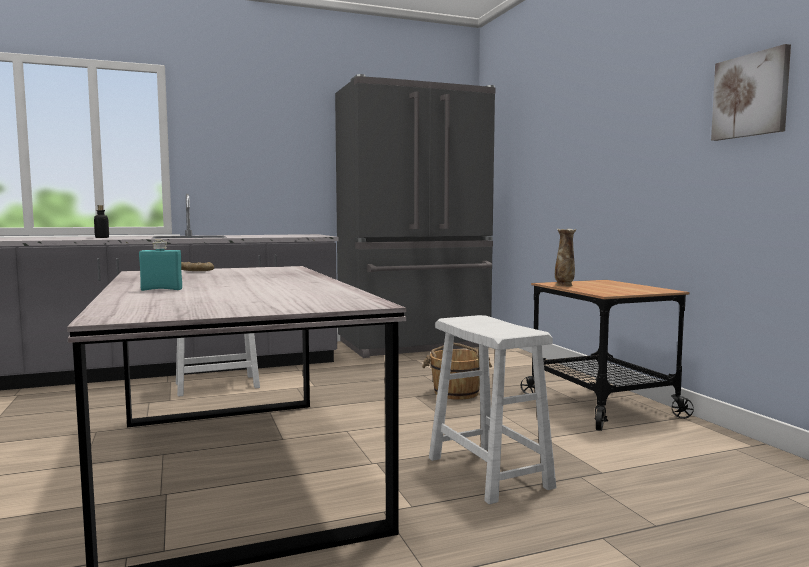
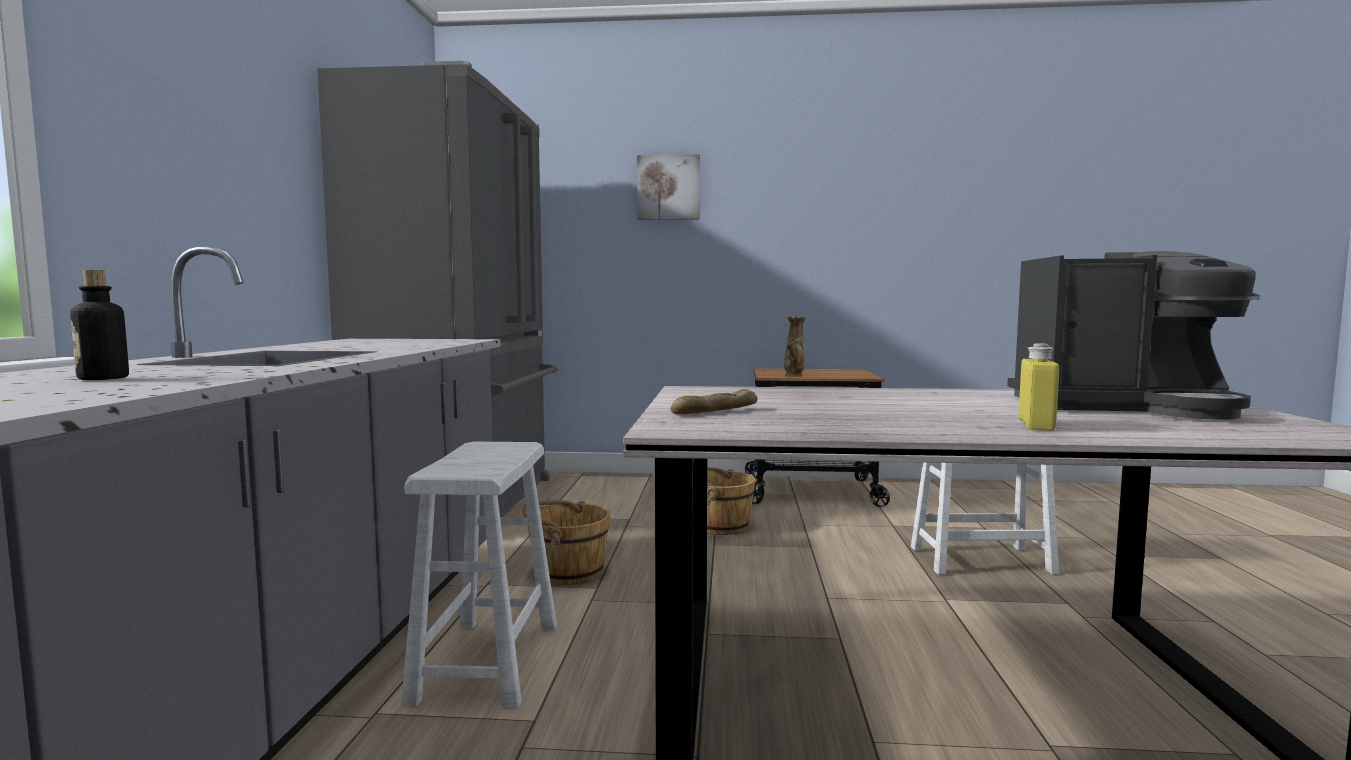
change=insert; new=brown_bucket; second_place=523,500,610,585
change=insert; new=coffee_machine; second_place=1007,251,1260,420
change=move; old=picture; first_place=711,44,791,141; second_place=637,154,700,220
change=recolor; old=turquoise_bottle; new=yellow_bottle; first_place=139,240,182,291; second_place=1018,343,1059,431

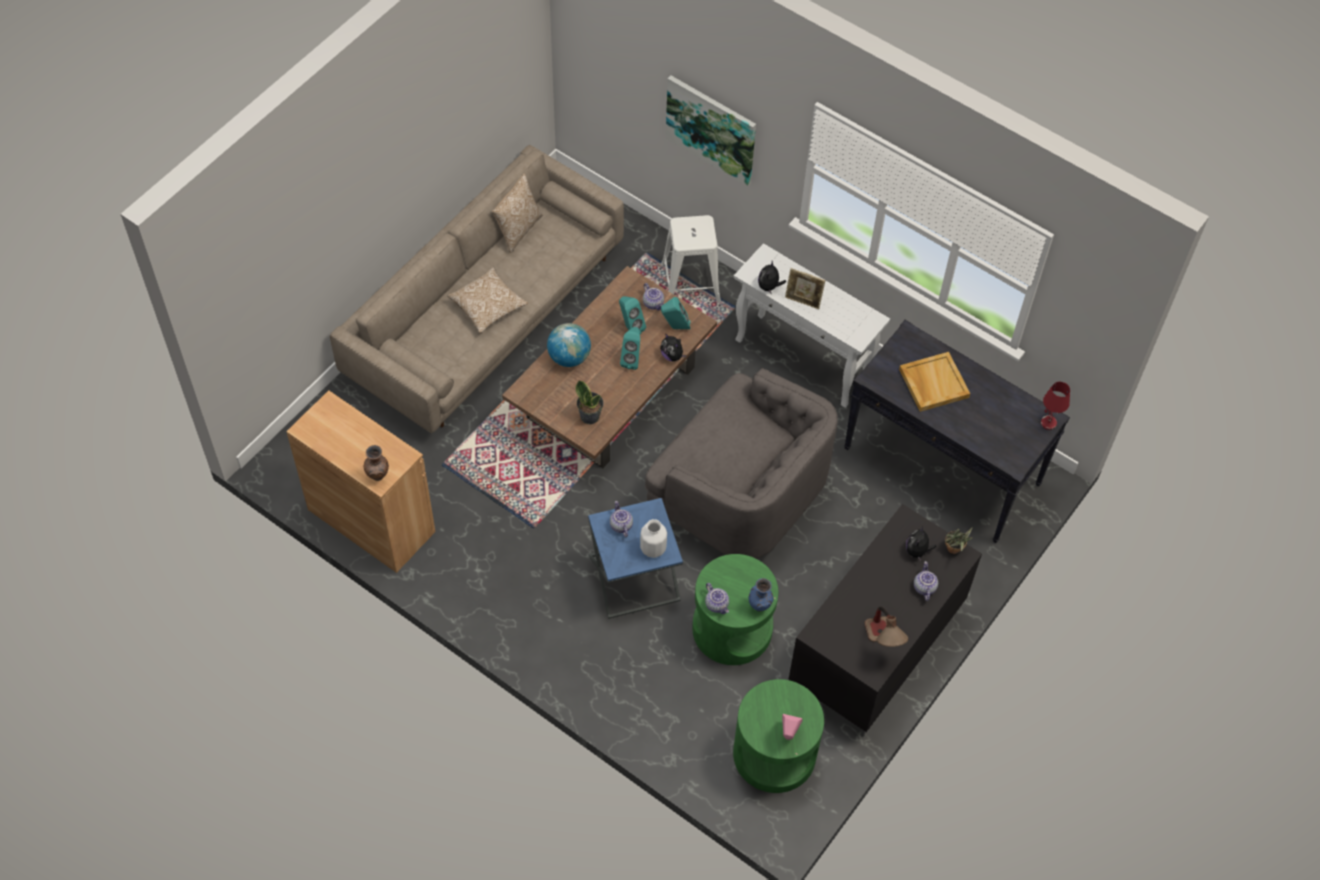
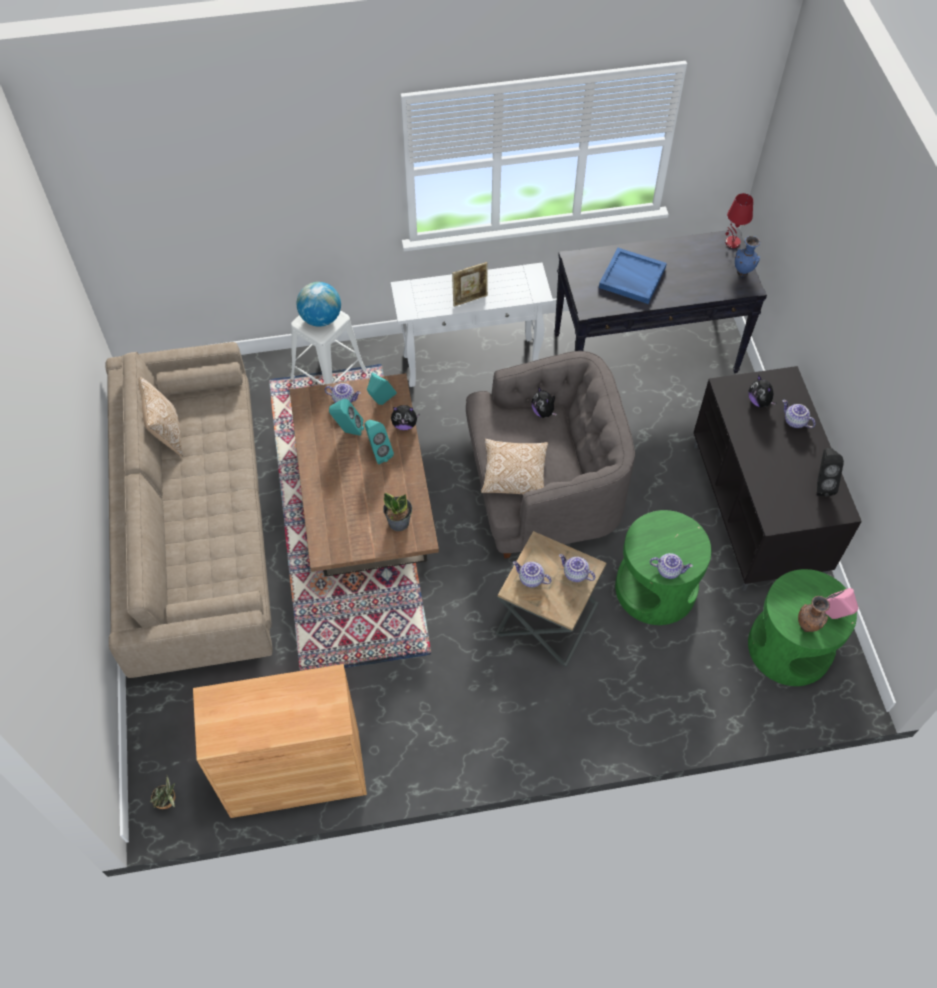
change=delete; old=picture; first_place=666,76,756,186
change=move; old=brown_vase; first_place=364,445,389,481; second_place=798,596,830,632
change=move; old=pillow; first_place=447,267,528,333; second_place=481,439,548,495
change=move; old=globe; first_place=547,323,591,367; second_place=297,282,341,327
change=move; old=blue_vase; first_place=749,578,773,611; second_place=735,236,760,276
change=move; old=plush_toy; first_place=758,261,786,293; second_place=532,386,557,418
change=move; old=potted_plant; first_place=945,527,973,554; second_place=150,775,175,809
change=replace; old=white_vase; new=teapot; first_place=640,519,667,558; second_place=559,554,595,582
change=replace; old=table_lamp; new=black_speaker; first_place=864,606,908,647; second_place=817,448,844,497
change=recolor; old=blue_side_table; new=brown_side_table; first_place=588,498,683,619; second_place=495,531,606,667
change=recolor; old=beige_tray; new=blue_tray; first_place=899,352,970,412; second_place=599,248,667,304

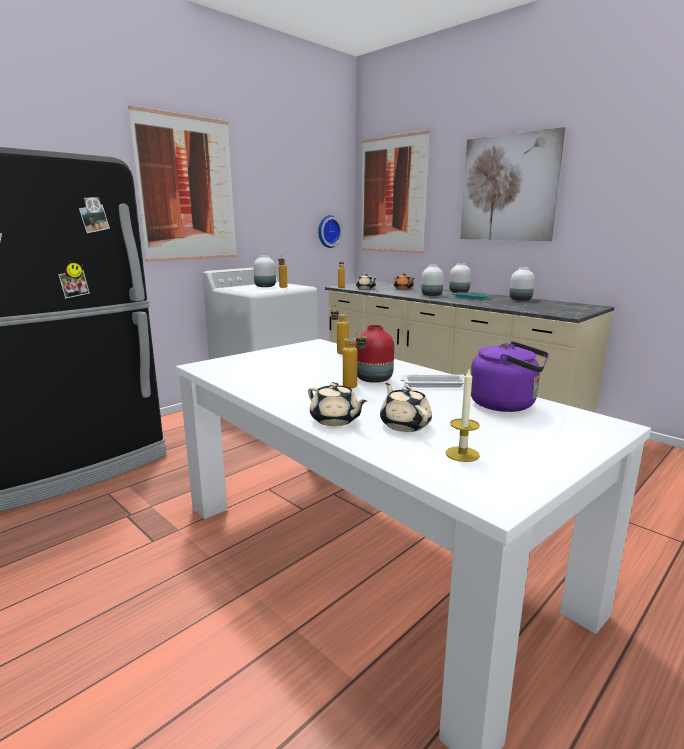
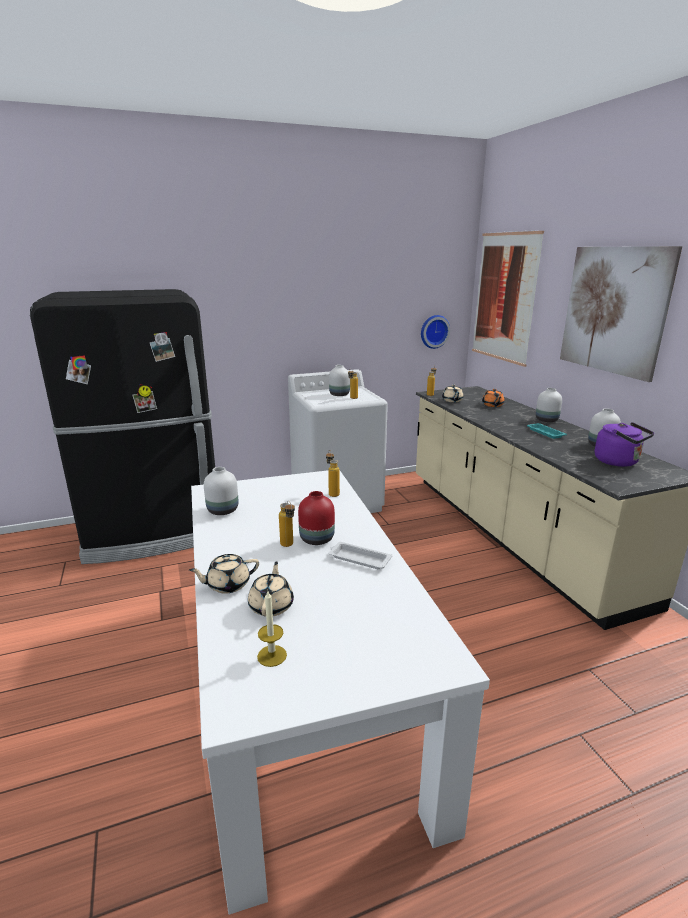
change=delete; old=picture; first_place=128,106,237,262
change=move; old=white_vase; first_place=421,265,444,296; second_place=204,467,239,515
change=move; old=purple_kettle; first_place=471,341,549,412; second_place=595,422,654,467
change=rotate; old=beige_teapot; first_place=308,382,367,426; second_place=189,554,259,594; degrees=90

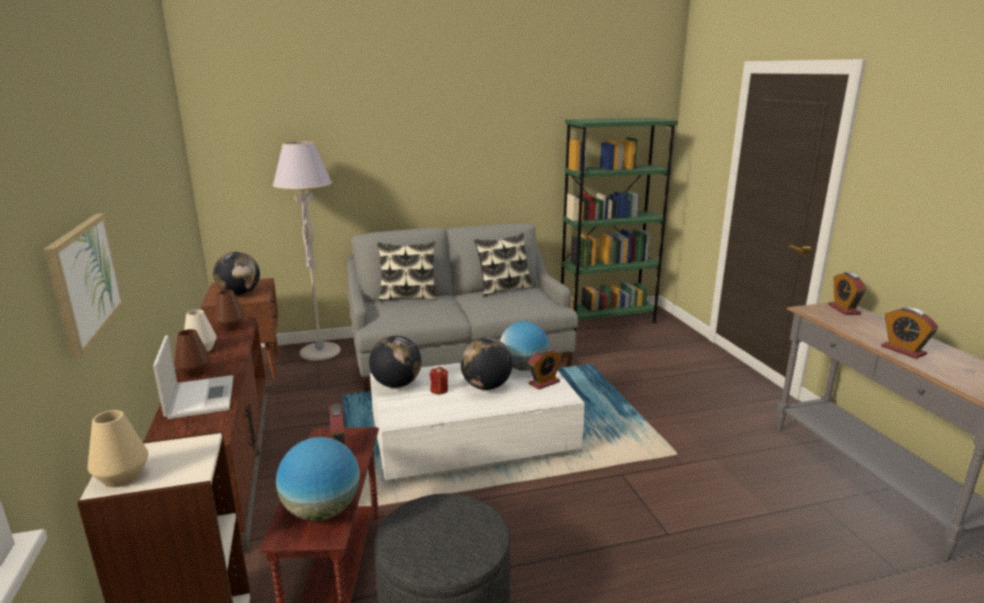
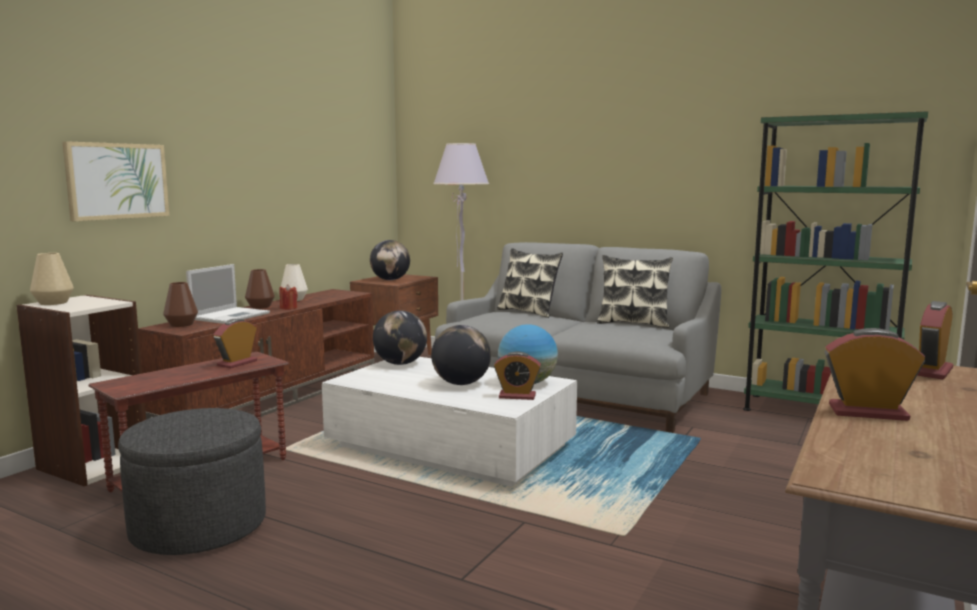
change=delete; old=globe; first_place=276,437,360,521
change=move; old=brown_vase; first_place=214,290,245,331; second_place=163,282,198,327
change=move; old=red_candle; first_place=430,367,448,394; second_place=279,284,298,310
change=rotate; old=alarm_clock; first_place=881,307,938,359; second_place=824,328,925,421; degrees=90

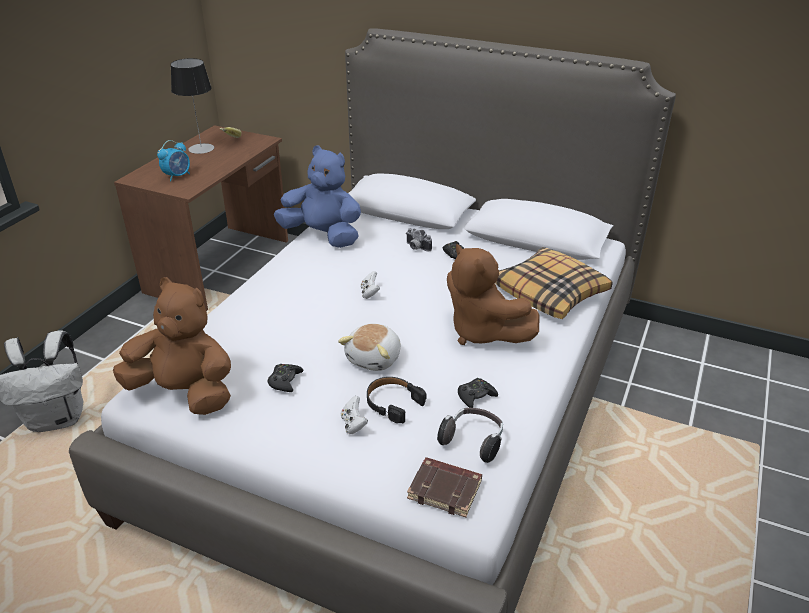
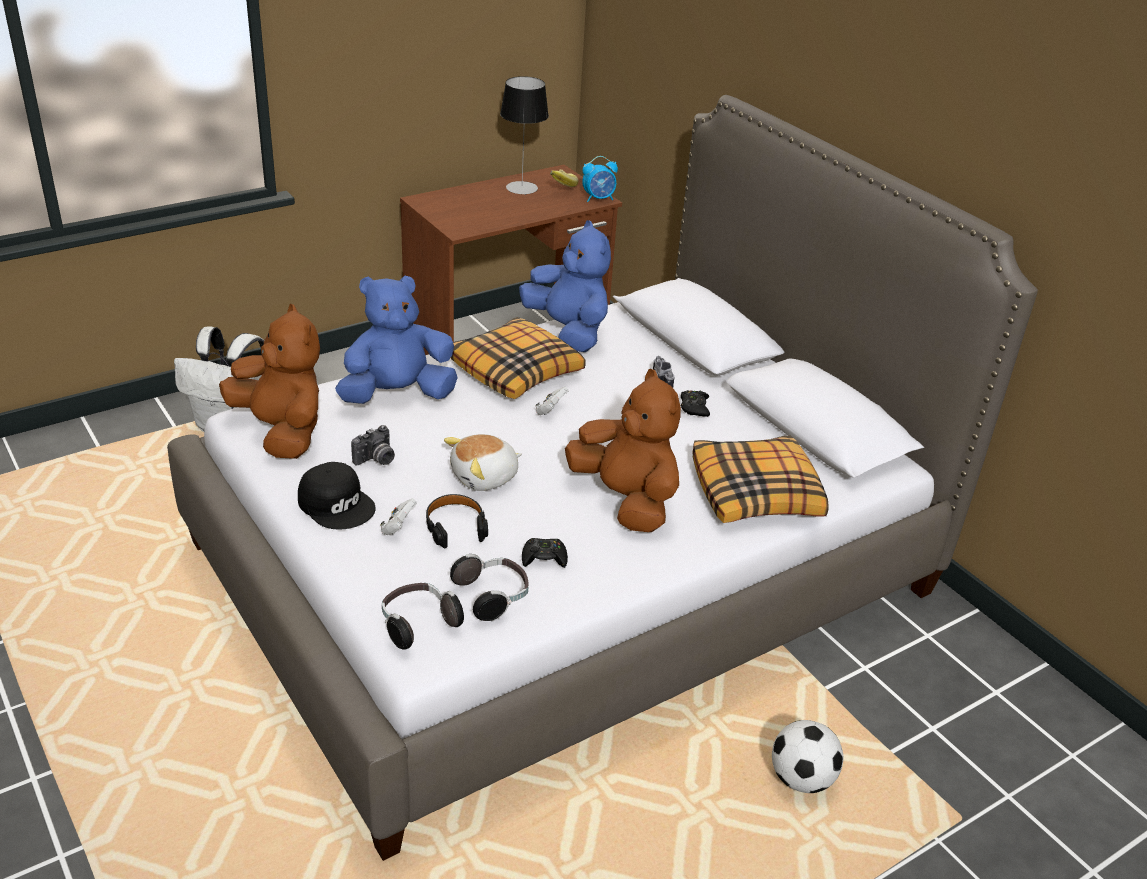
change=insert; new=black_cap; second_place=298,462,375,530
change=insert; new=blue_plush_toy; second_place=335,275,458,404
change=insert; new=pillow; second_place=451,317,586,399
change=insert; new=football; second_place=772,720,843,793
change=move; old=alarm_clock; first_place=157,140,190,182; second_place=582,156,618,202
change=replace; old=black_game_controller; new=photo_camera; first_place=268,364,304,392; second_place=351,425,395,466
change=replace; old=brown_book; new=headphones; first_place=407,457,482,517; second_place=382,583,464,650
change=rotate; old=brown_plush_toy; first_place=447,244,540,345; second_place=565,369,681,532; degrees=150

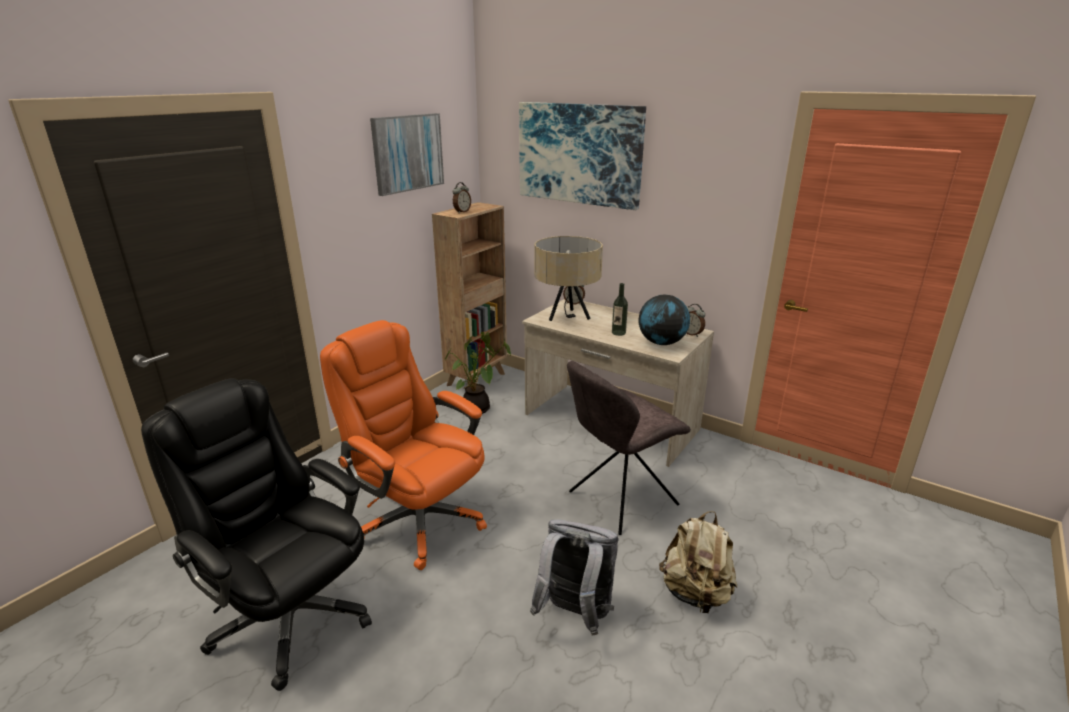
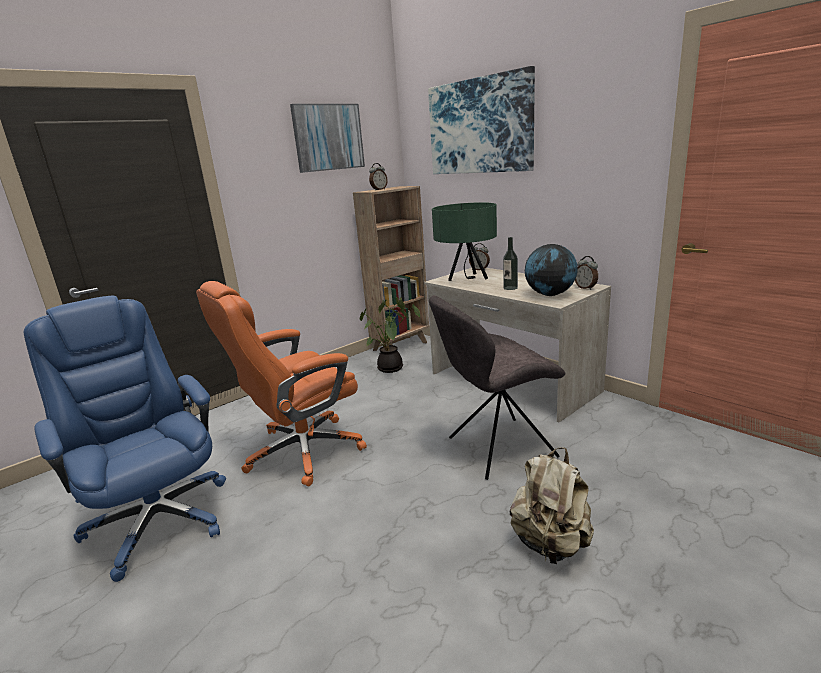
change=delete; old=grey_backpack; first_place=530,520,619,635
change=recolor; old=black_office_chair; new=blue_office_chair; first_place=141,378,372,691; second_place=23,295,226,582
change=recolor; old=beige_table_lamp; new=green_table_lamp; first_place=534,236,603,321; second_place=432,202,497,281
change=rotate; old=orange_office_chair; first_place=320,320,487,570; second_place=196,281,367,486; degrees=-90

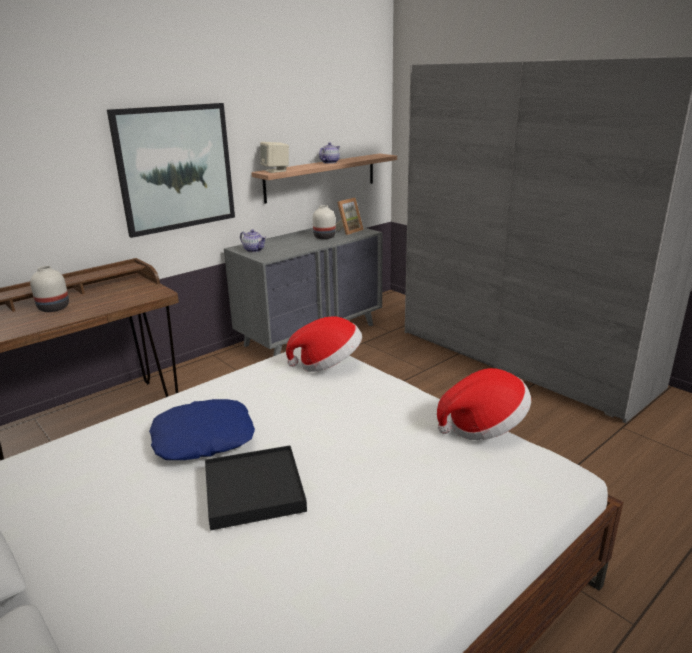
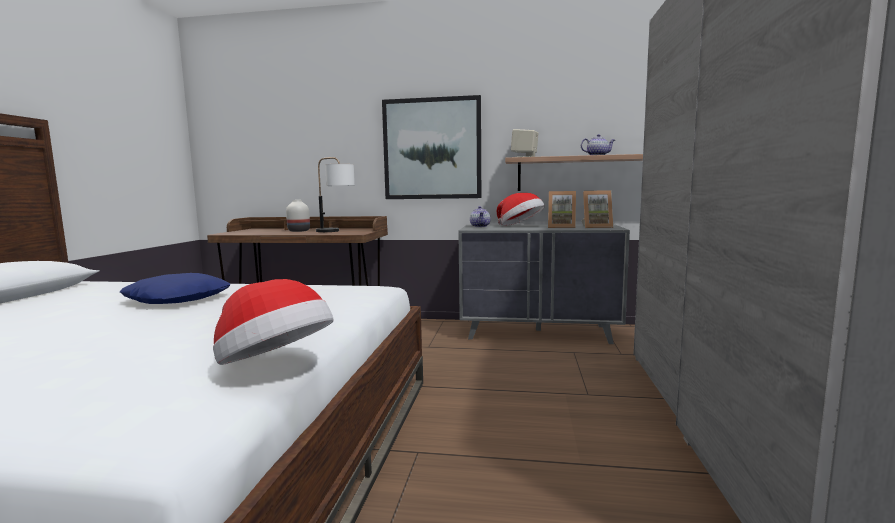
change=delete; old=black_tray; first_place=205,445,307,530
change=insert; new=table_lamp; second_place=316,157,355,232
change=move; old=hat; first_place=286,316,362,372; second_place=497,193,545,226
change=replace; old=white_vase; new=picture_frame; first_place=313,205,336,239; second_place=548,191,576,228

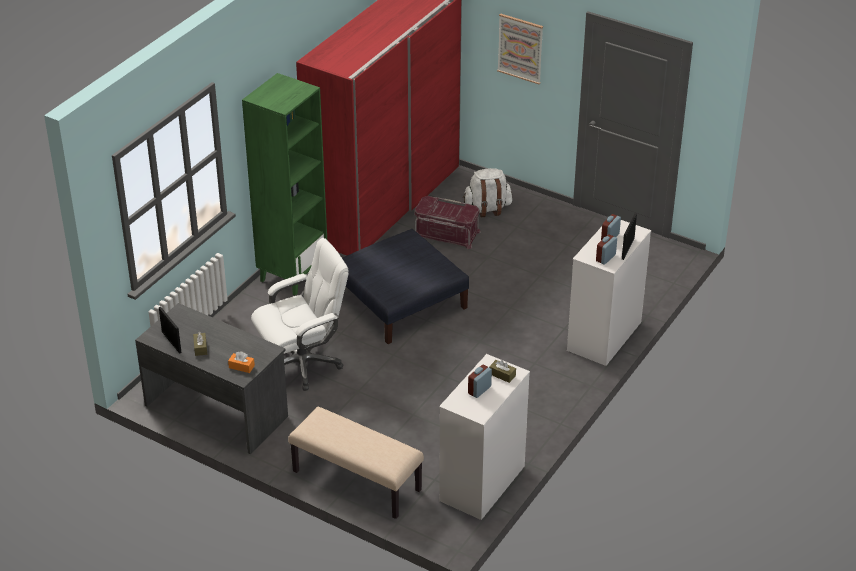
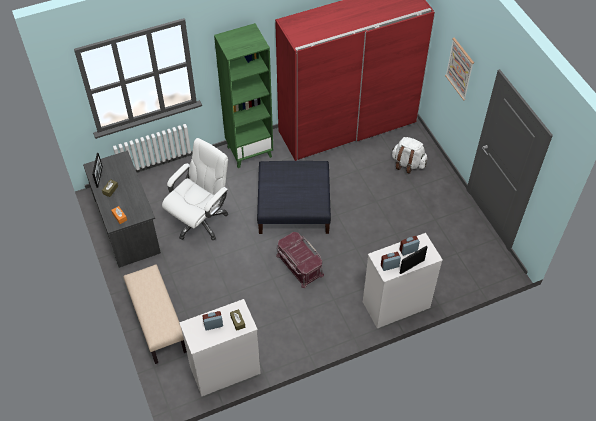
change=move; old=red_storage_box; first_place=415,196,481,249; second_place=276,232,324,288
change=rotate; old=white_office_chair; first_place=251,238,349,391; second_place=162,138,228,240; degrees=-60

